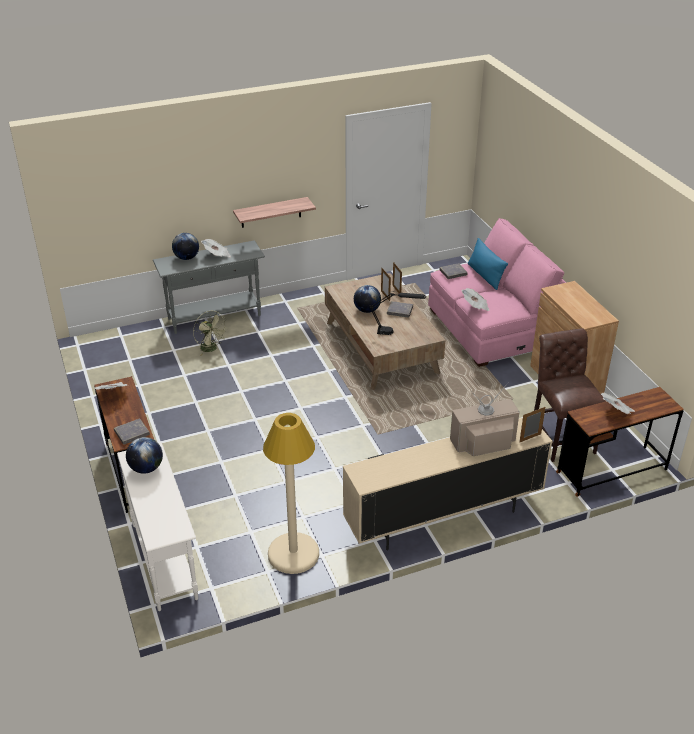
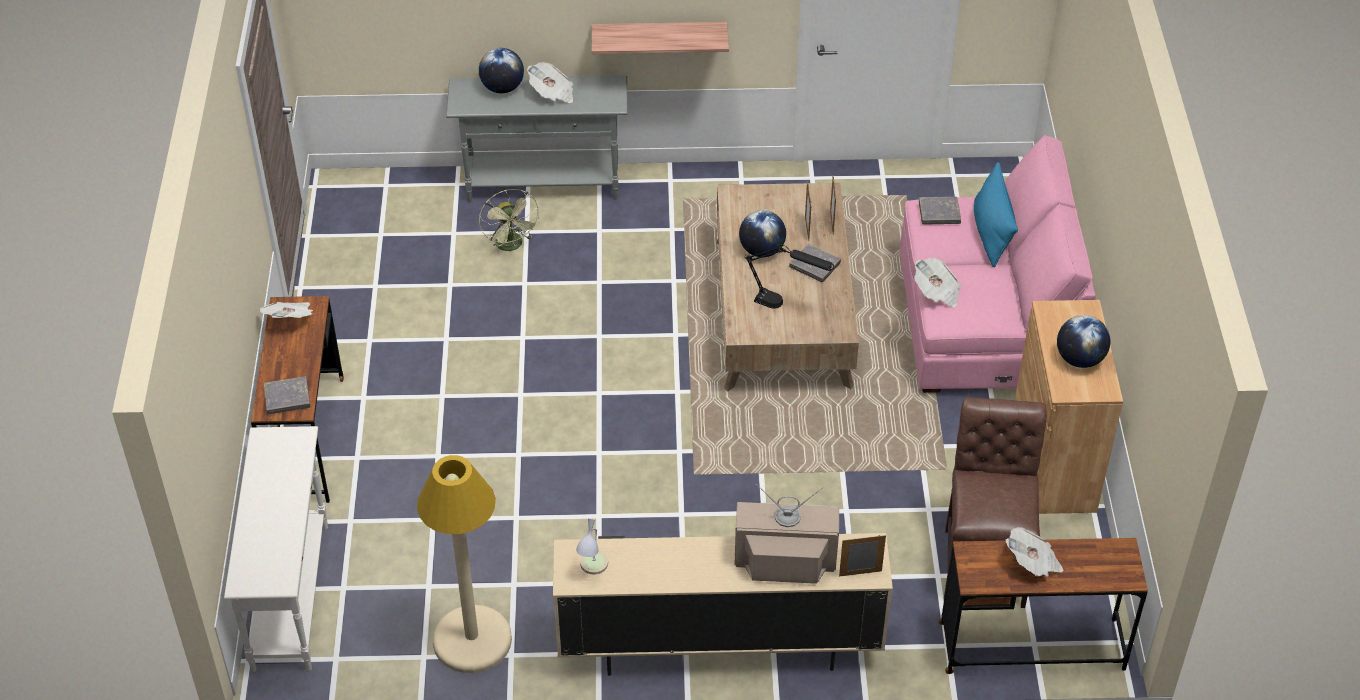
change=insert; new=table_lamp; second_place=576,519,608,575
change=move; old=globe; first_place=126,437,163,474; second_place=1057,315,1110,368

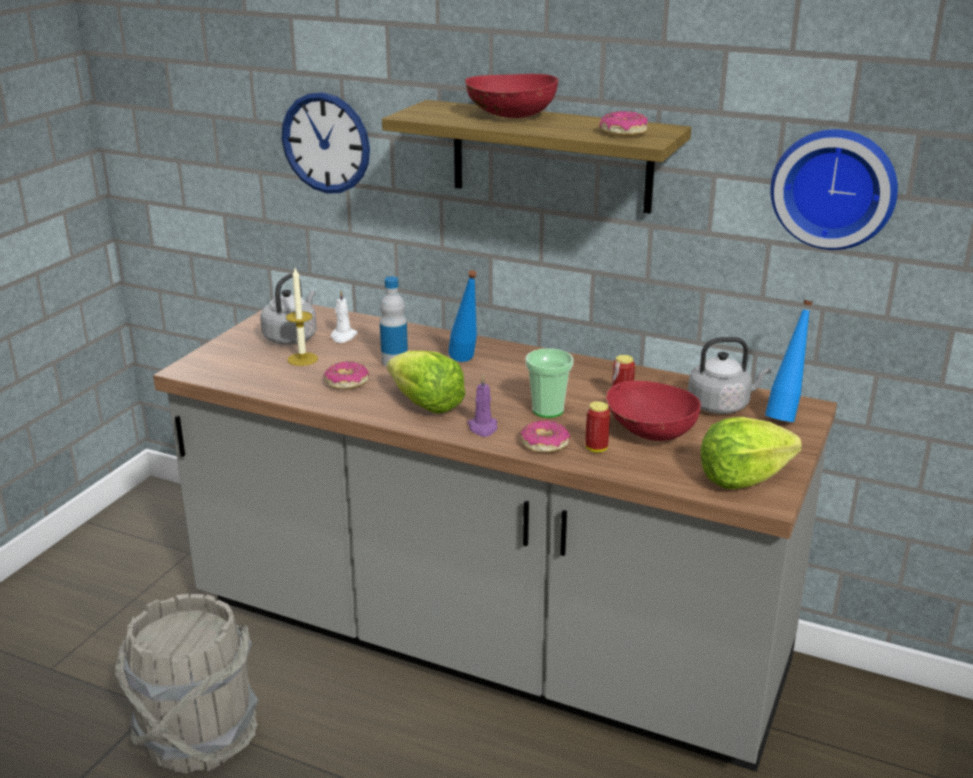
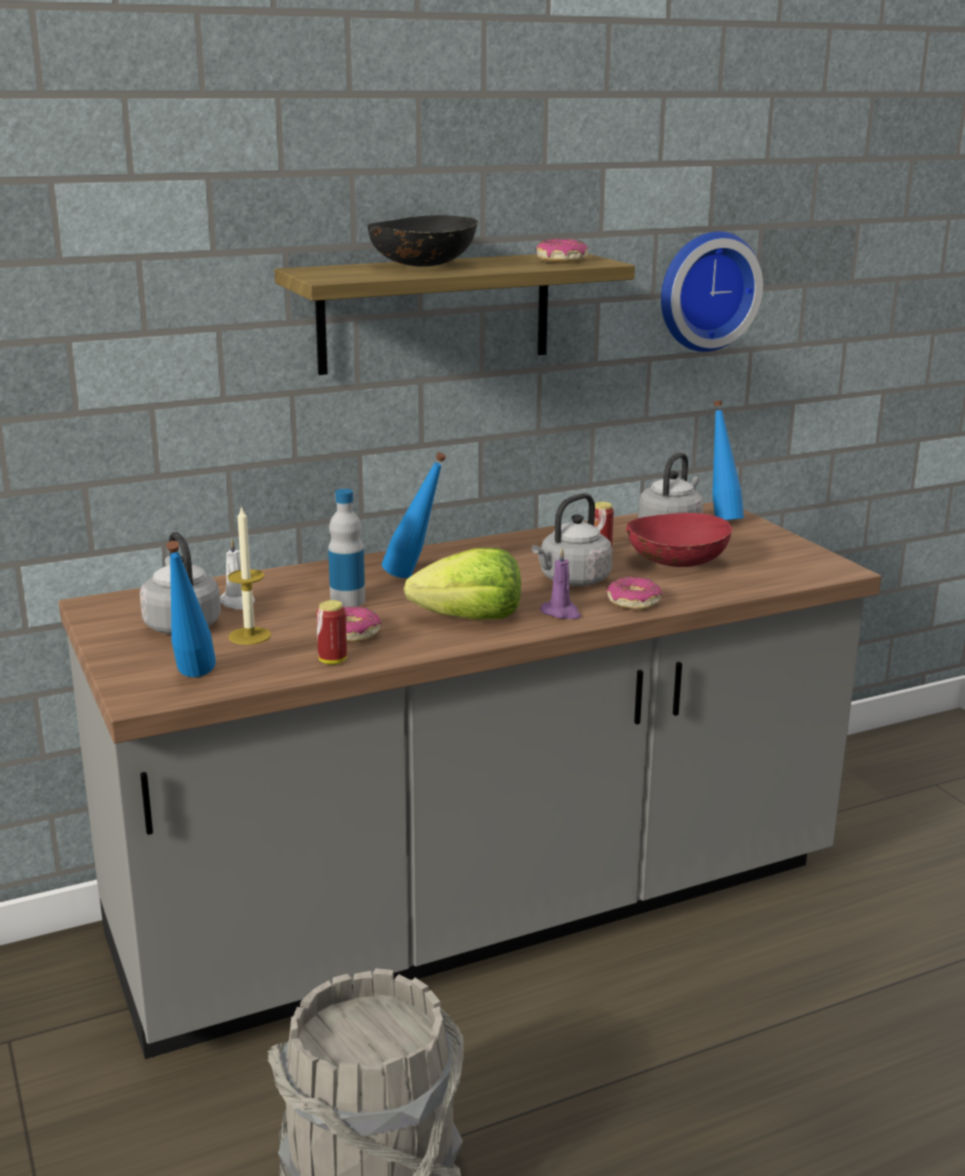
change=delete; old=wall_clock; first_place=282,92,370,194
change=delete; old=lettuce; first_place=701,417,802,489
change=insert; new=blue_bottle; second_place=166,541,216,677
change=move; old=can; first_place=585,401,610,453; second_place=316,600,347,664
change=replace; old=cup; new=grey_kettle; first_place=525,348,574,418; second_place=532,493,612,586
change=recolor; old=red_bowl; new=black_bowl; first_place=465,74,558,118; second_place=367,215,478,267

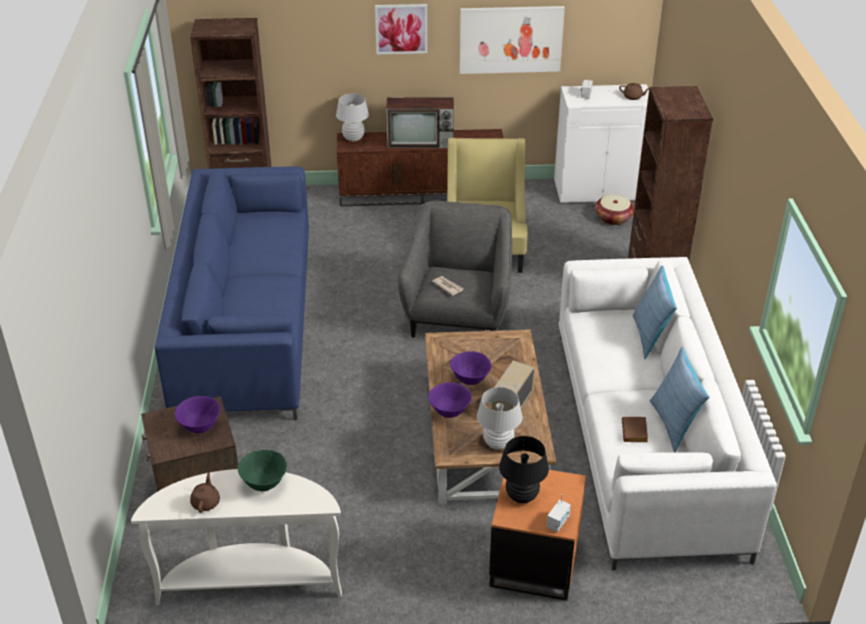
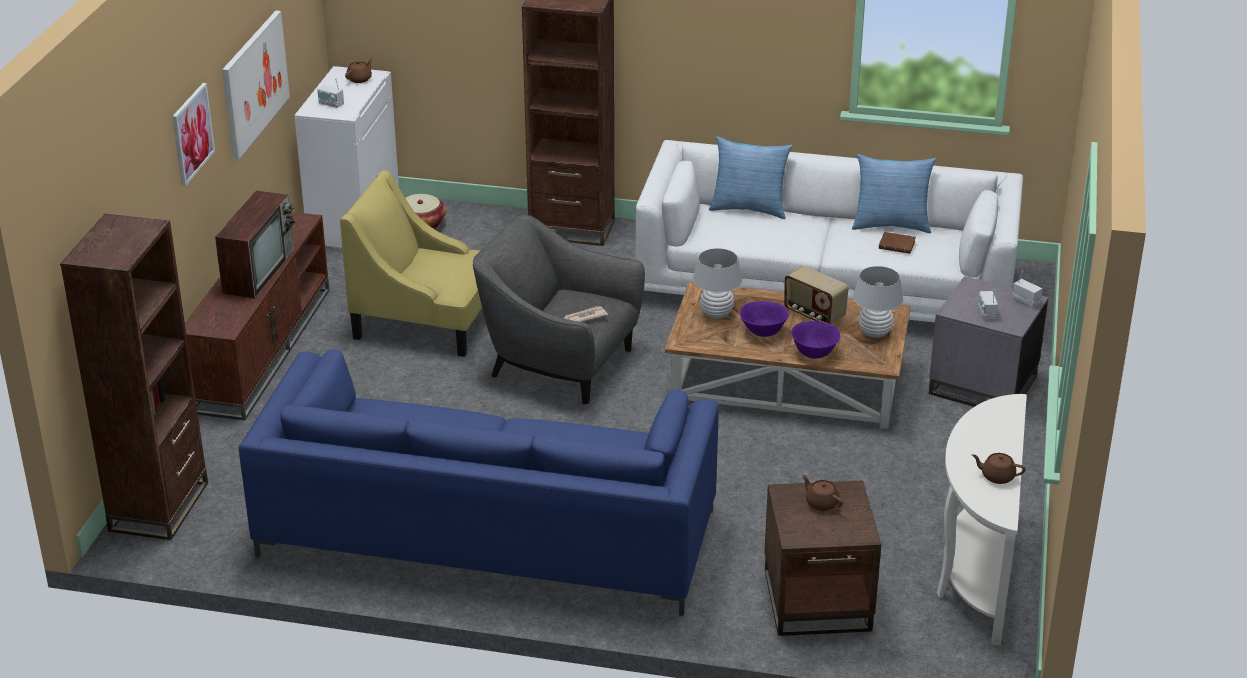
change=delete; old=green_bowl; first_place=238,450,287,491
change=move; old=white_table_lamp; first_place=336,94,369,142; second_place=693,248,742,319
change=replace; old=purple_bowl; new=brown_teapot; first_place=175,396,221,433; second_place=802,475,843,511
change=replace; old=black_table_lamp; new=radio; first_place=499,436,549,503; second_place=978,289,998,320
change=recolor; old=orange_side_table; new=grey_side_table; first_place=489,470,586,601; second_place=929,276,1049,407

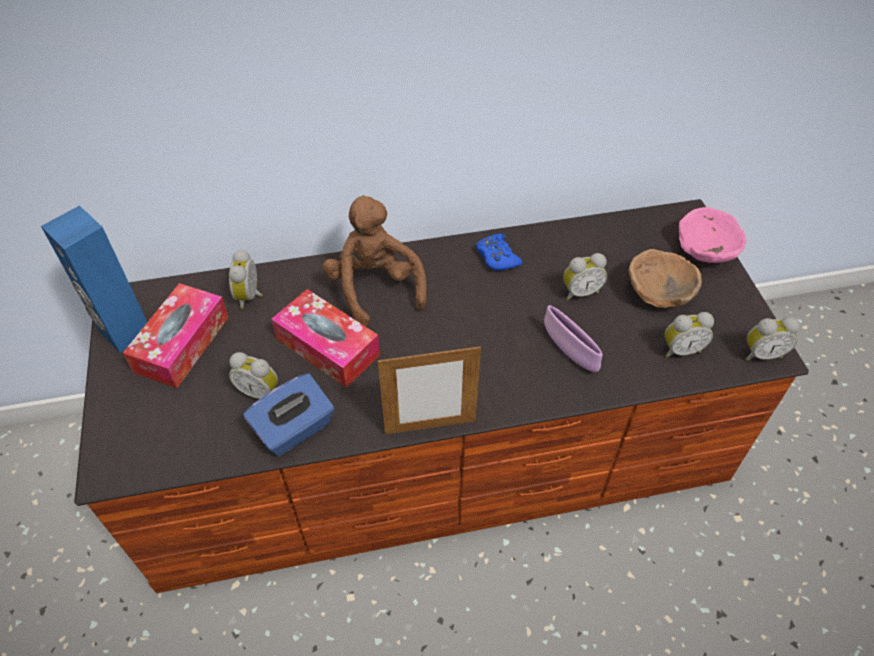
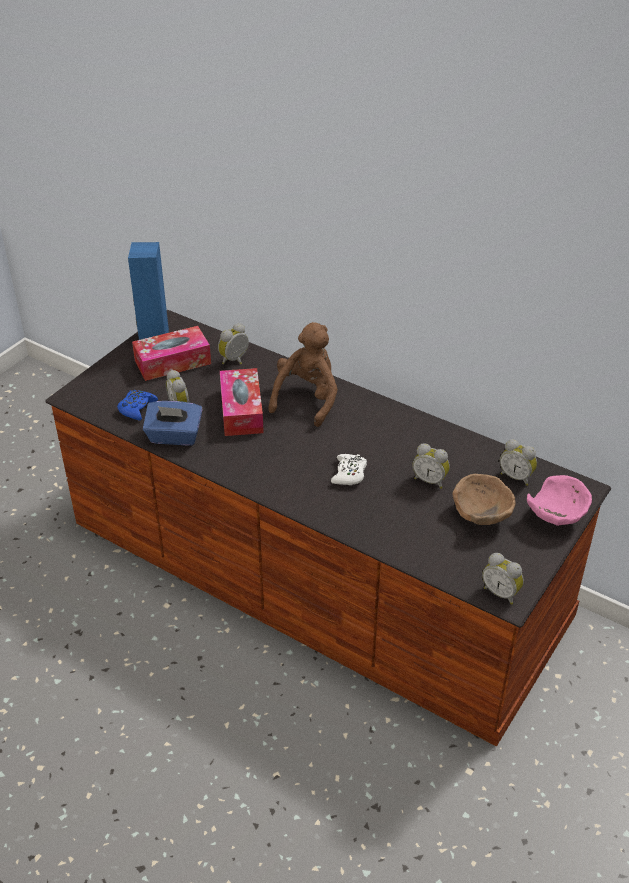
change=delete; old=picture_frame; first_place=378,345,481,434
change=delete; old=purple_bowl; first_place=544,305,602,372
change=insert; new=white_game_controller; second_place=331,454,367,485
change=move; old=blue_game_controller; first_place=476,234,523,271; second_place=117,390,158,421
change=move; old=alarm_clock; first_place=664,312,714,358; second_place=500,439,537,486

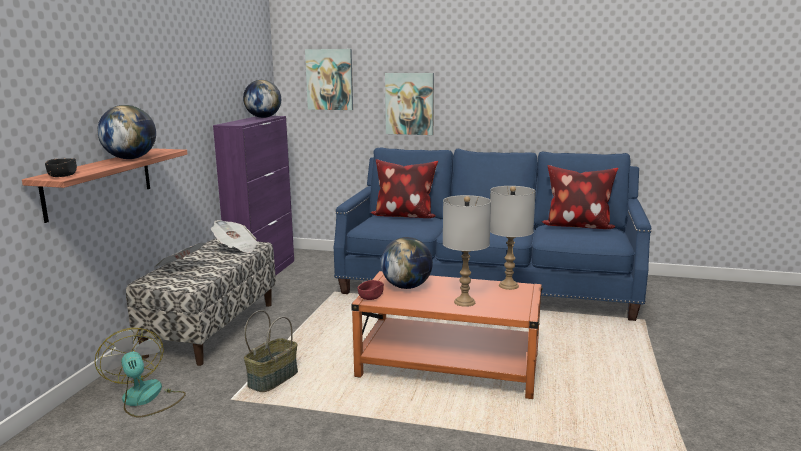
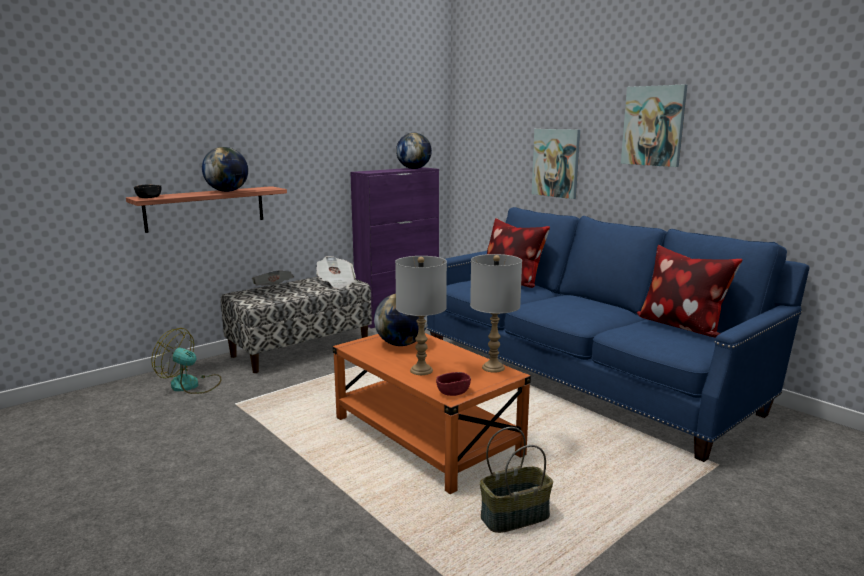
change=move; old=basket; first_place=244,310,298,392; second_place=480,427,553,533
change=move; old=picture; first_place=305,49,353,110; second_place=621,84,687,167
change=move; old=red_bowl; first_place=357,280,384,300; second_place=436,372,471,396
change=rotate; old=fan; first_place=95,328,186,418; second_place=152,328,222,394; degrees=-75

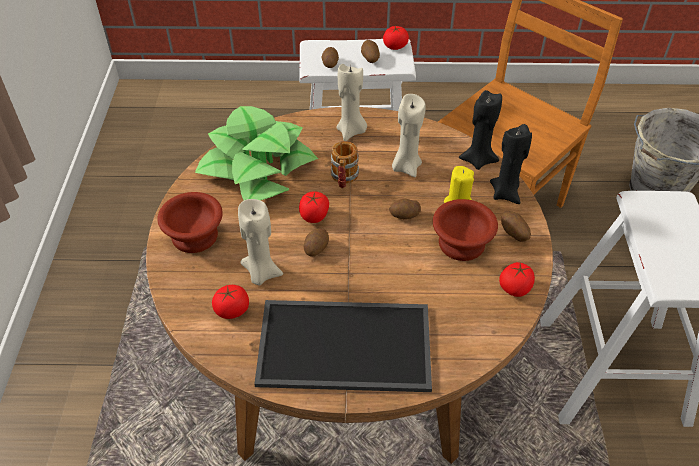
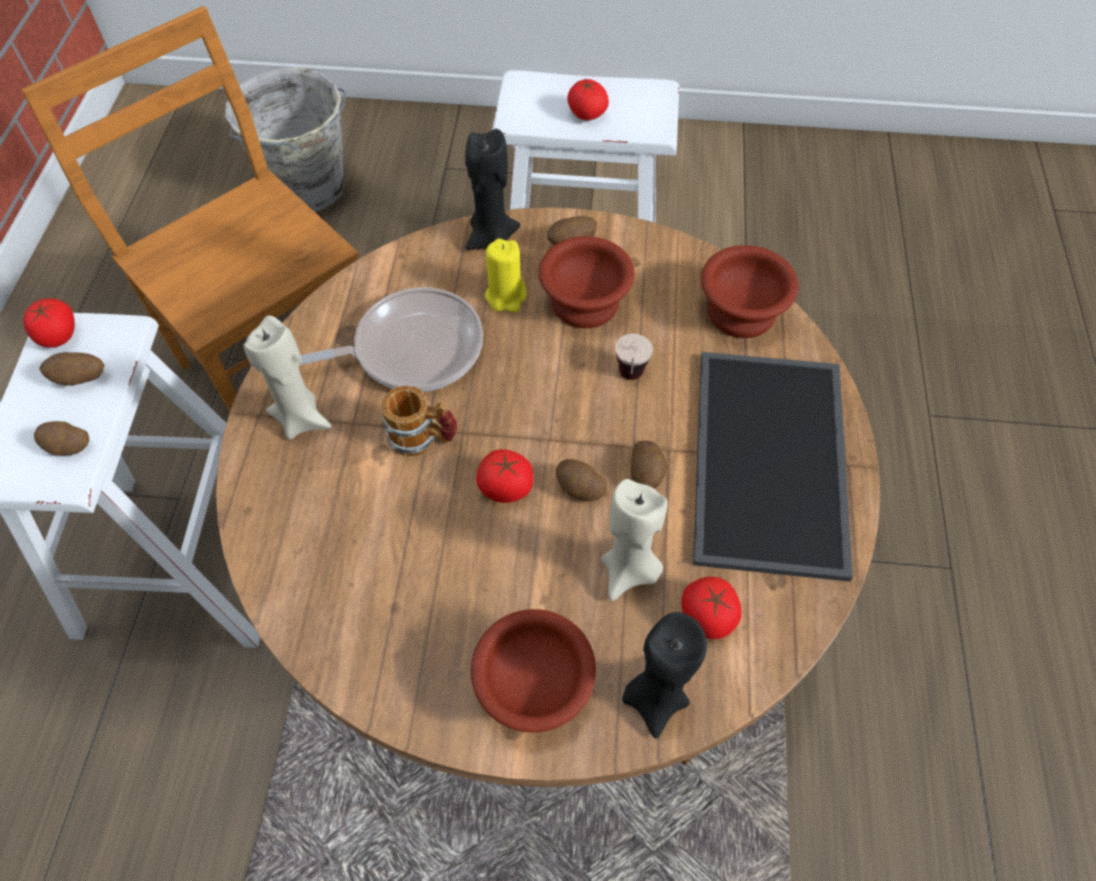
change=delete; old=potted_plant; first_place=195,106,318,200
change=insert; new=cup; second_place=615,334,653,380
change=insert; new=brown_bowl; second_place=701,245,798,338
change=move; old=potato; first_place=389,199,421,219; second_place=630,441,667,489
change=move; old=black_candle; first_place=459,90,502,170; second_place=622,612,707,739
change=move; old=tomato; first_place=499,262,535,297; second_place=567,79,609,120
change=replace; old=beige_candle; new=frying_pan; first_place=392,94,426,177; second_place=300,287,483,392

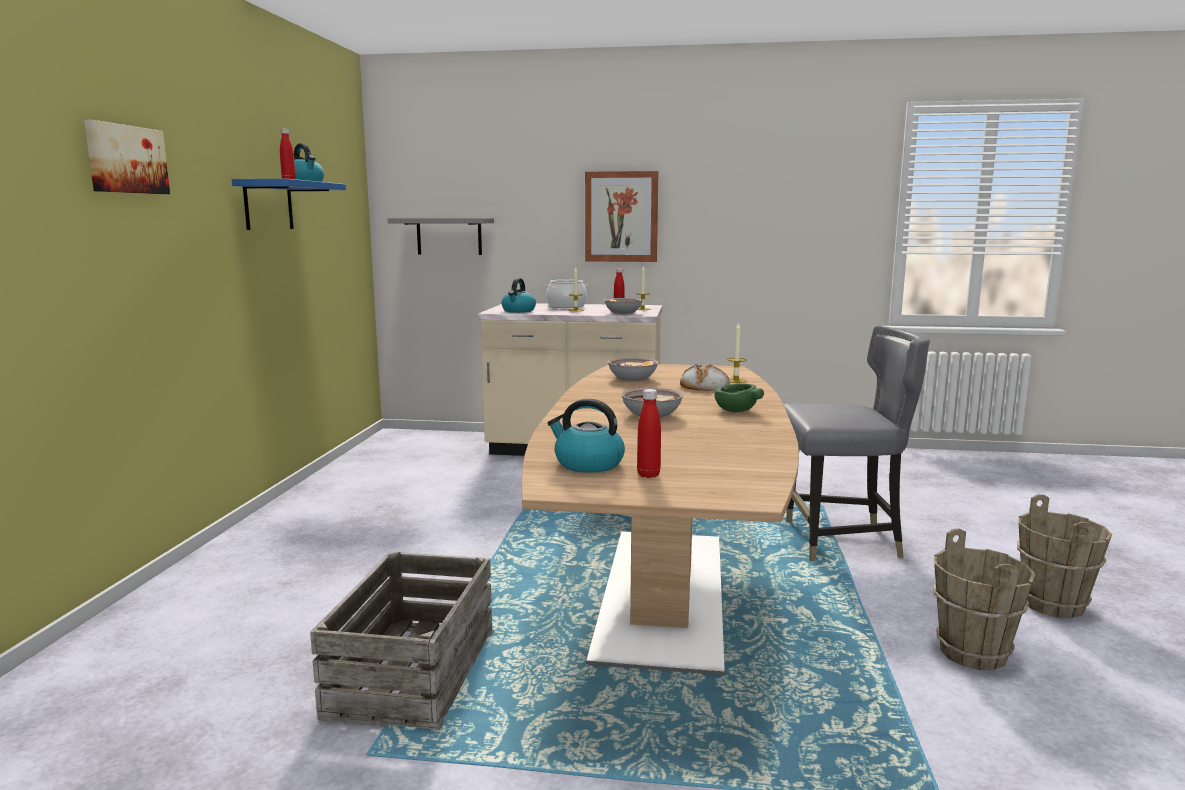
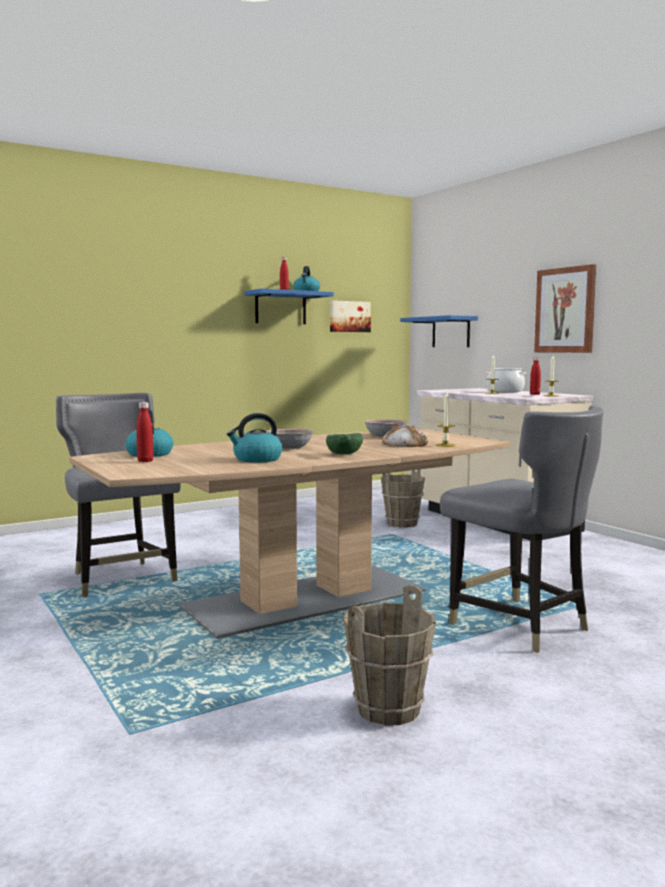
change=delete; old=bowl; first_place=604,298,643,314
change=move; old=picture; first_place=84,120,170,194; second_place=330,300,371,332
change=move; old=kettle; first_place=502,278,536,313; second_place=227,413,282,462
change=move; old=brown_bucket; first_place=1017,494,1112,618; second_place=381,469,425,528
change=replace; old=crate; new=grey_chair; first_place=310,551,494,730; second_place=56,393,181,597
change=recolor; old=grey_shelf; new=blue_shelf; first_place=388,218,494,255; second_place=400,315,478,347

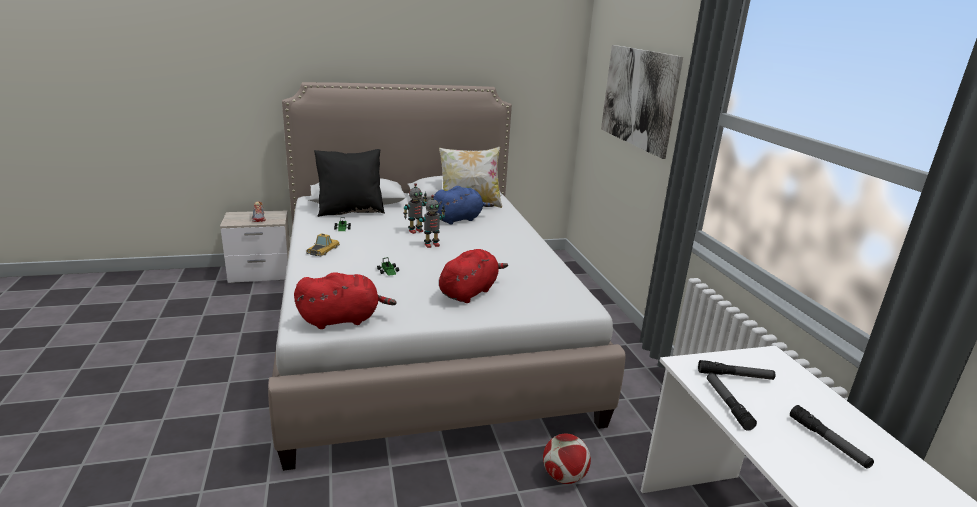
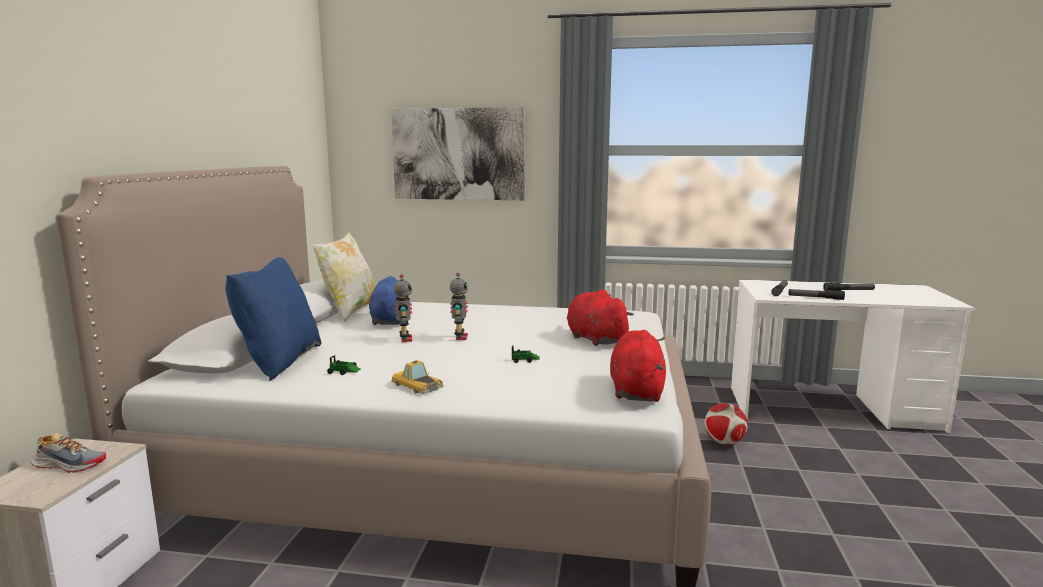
change=recolor; old=black_pillow; new=blue_pillow; first_place=314,149,385,217; second_place=225,257,321,381

